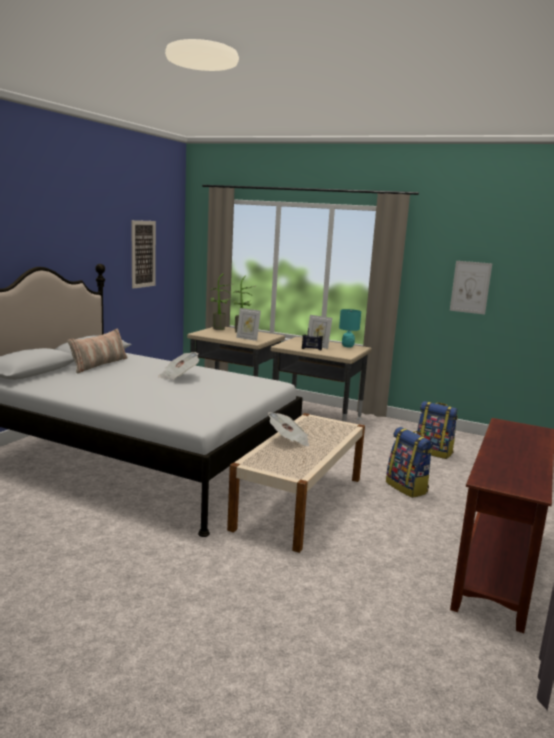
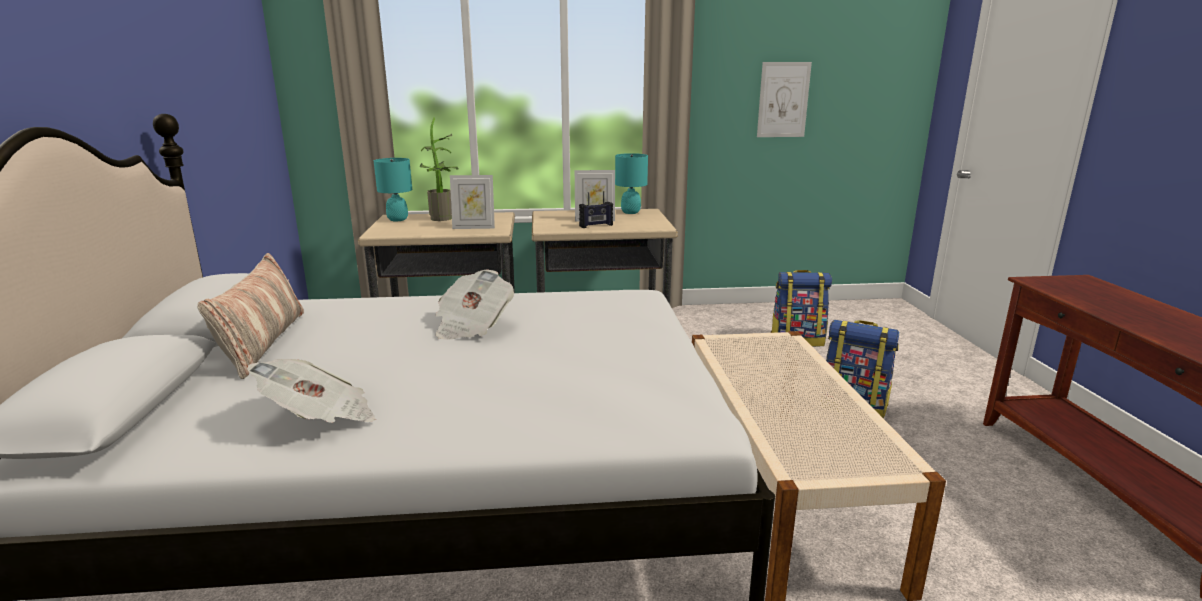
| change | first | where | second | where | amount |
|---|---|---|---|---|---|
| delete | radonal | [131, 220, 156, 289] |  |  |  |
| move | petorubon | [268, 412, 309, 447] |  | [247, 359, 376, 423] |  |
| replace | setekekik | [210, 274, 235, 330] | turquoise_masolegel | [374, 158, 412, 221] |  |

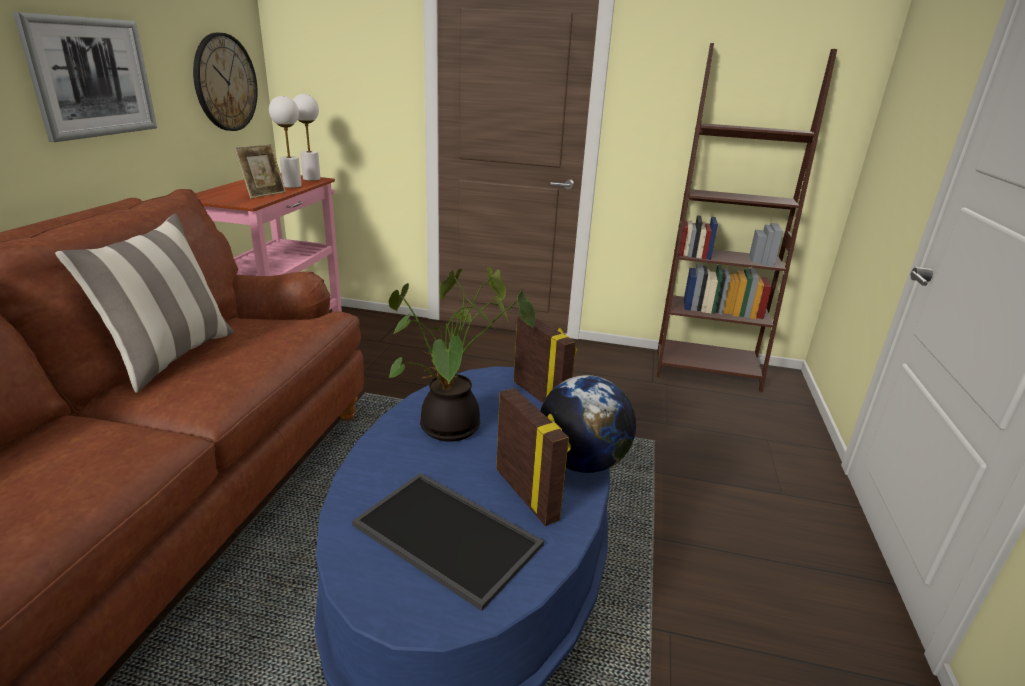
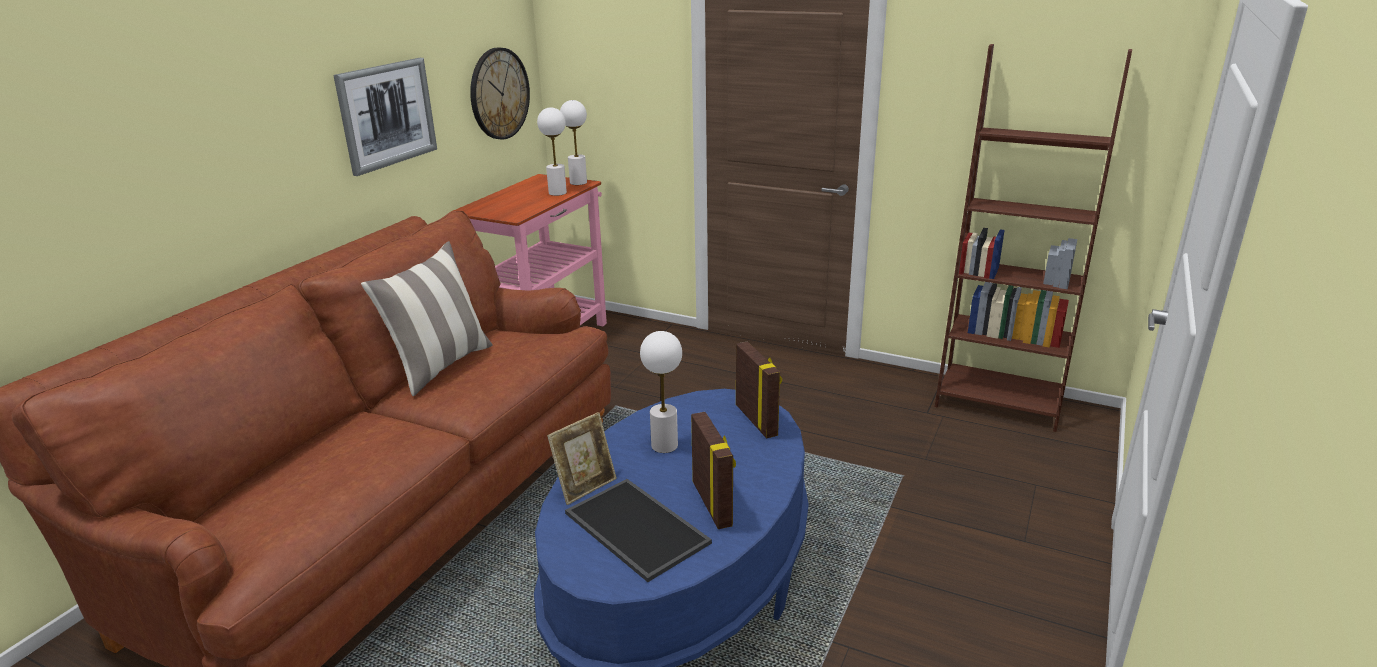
| change | first | where | second | where | amount |
|---|---|---|---|---|---|
| delete | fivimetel | [540, 375, 636, 473] |  |  |  |
| move | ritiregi | [234, 144, 286, 199] |  | [547, 412, 617, 505] |  |
| replace | setekekik | [388, 267, 536, 441] | white_masolegel | [640, 331, 682, 453] |  |

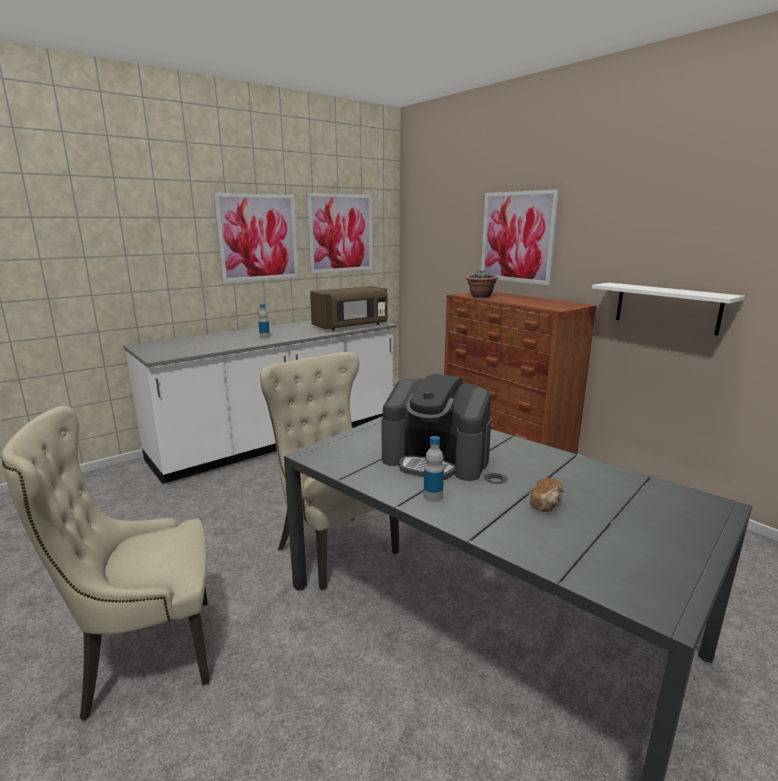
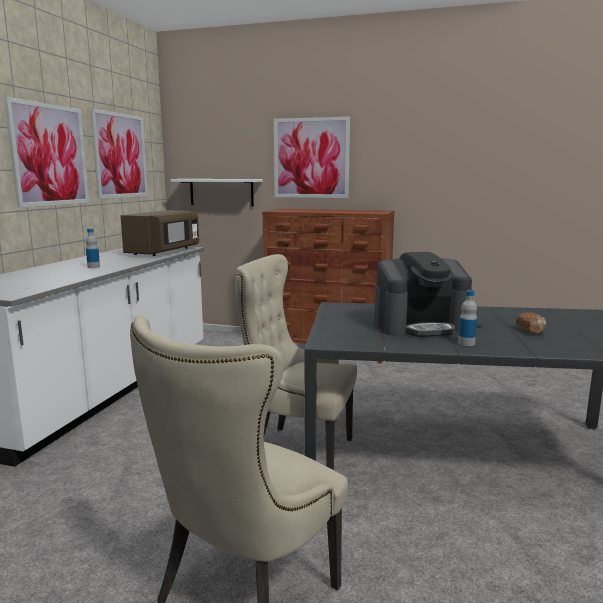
| change | first | where | second | where | amount |
|---|---|---|---|---|---|
| delete | setekekik | [466, 270, 498, 298] |  |  |  |
| move | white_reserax | [592, 283, 745, 336] |  | [171, 179, 262, 206] |  |

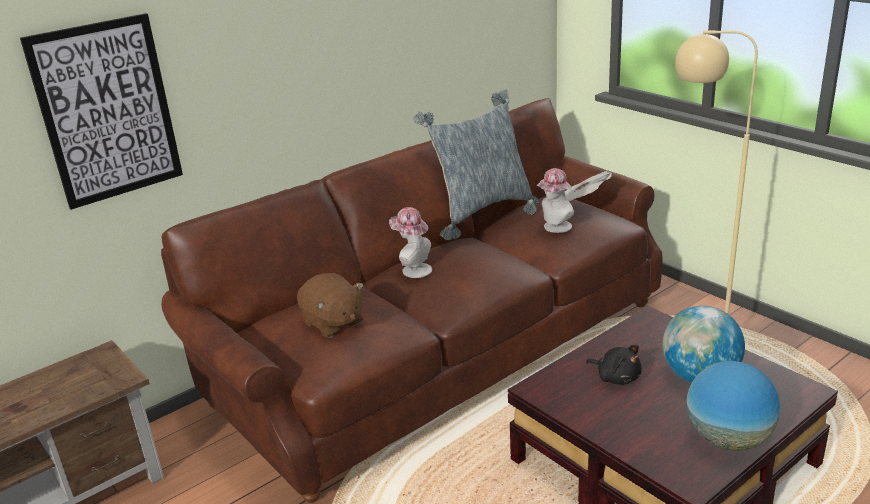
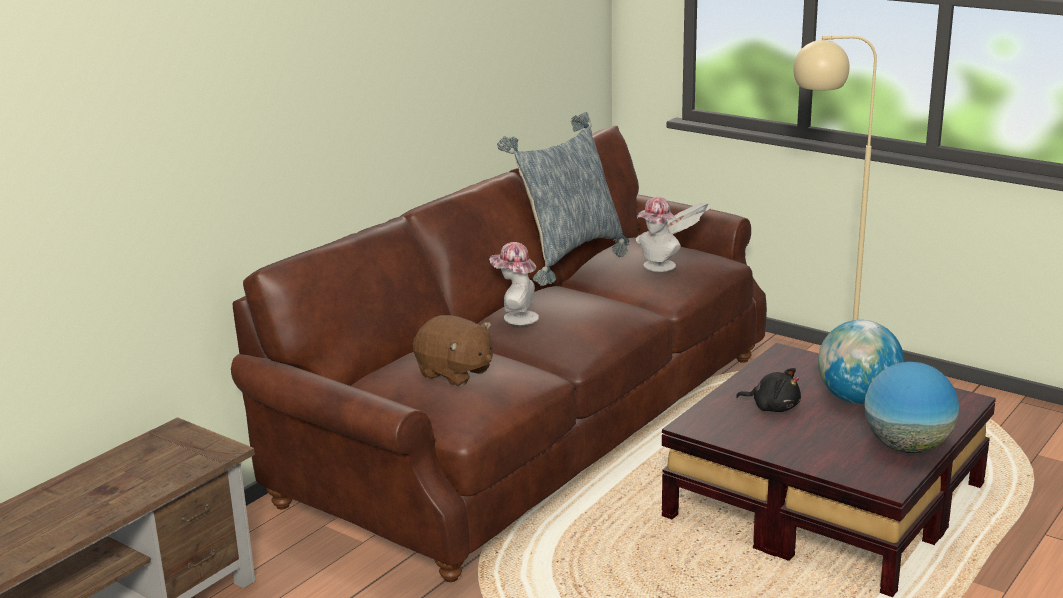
| change | first | where | second | where | amount |
|---|---|---|---|---|---|
| delete | radonal | [20, 13, 183, 210] |  |  |  |

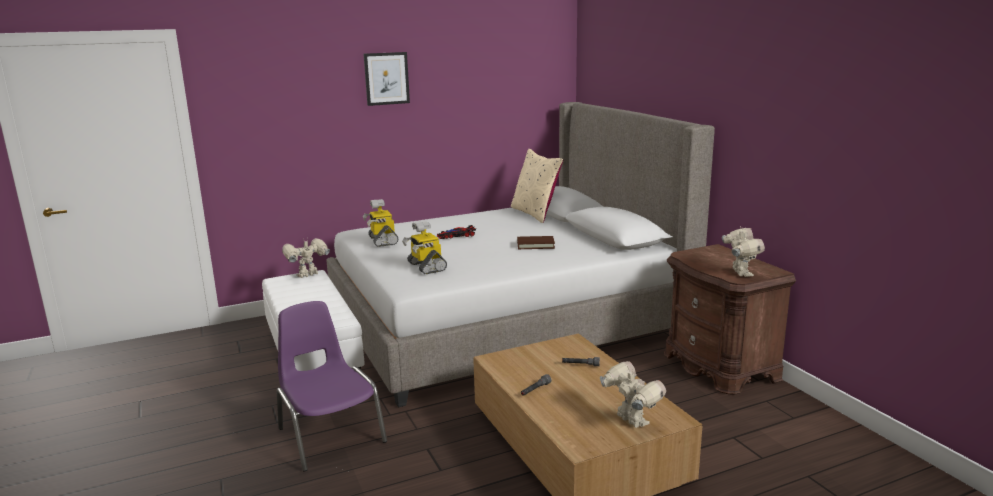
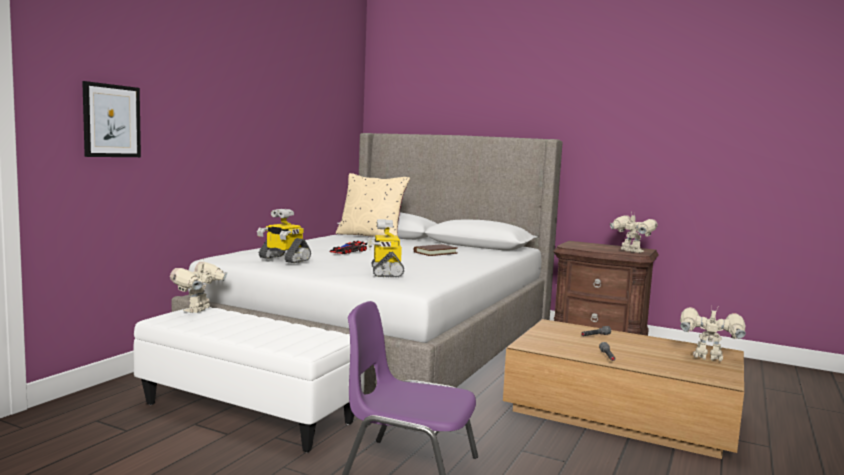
| change | first | where | second | where | amount |
|---|---|---|---|---|---|
| move | radonal | [363, 52, 410, 106] |  | [82, 81, 141, 157] |  |
| rotate | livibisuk | [402, 221, 447, 274] |  | [367, 219, 404, 277] | 60 degrees clockwise |

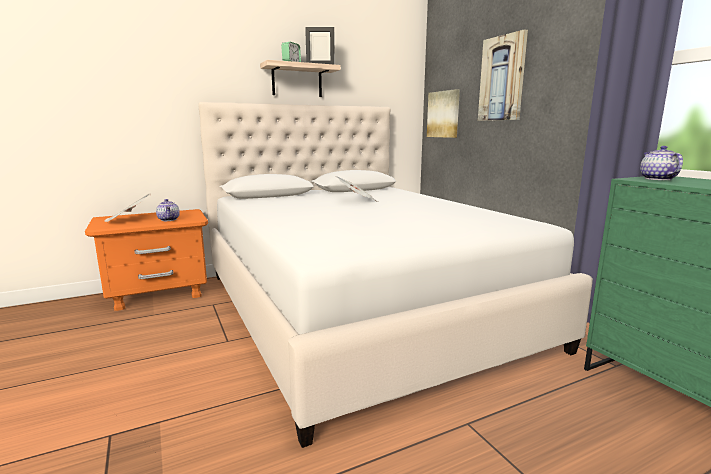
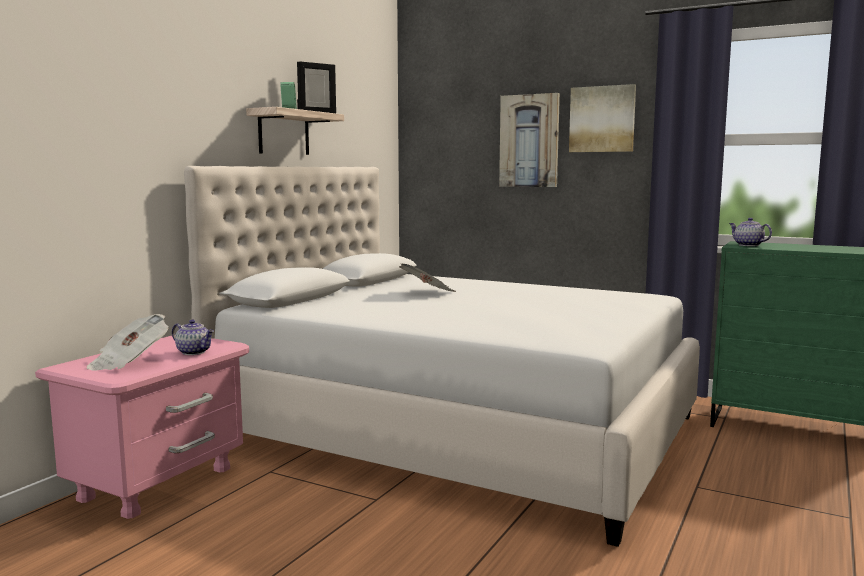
| change | first | where | second | where | amount |
|---|---|---|---|---|---|
| move | radonal | [427, 89, 460, 138] |  | [569, 84, 636, 152] |  |
| recolor | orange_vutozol | [85, 209, 208, 311] | pink_vutozol | [35, 336, 249, 519] |  |

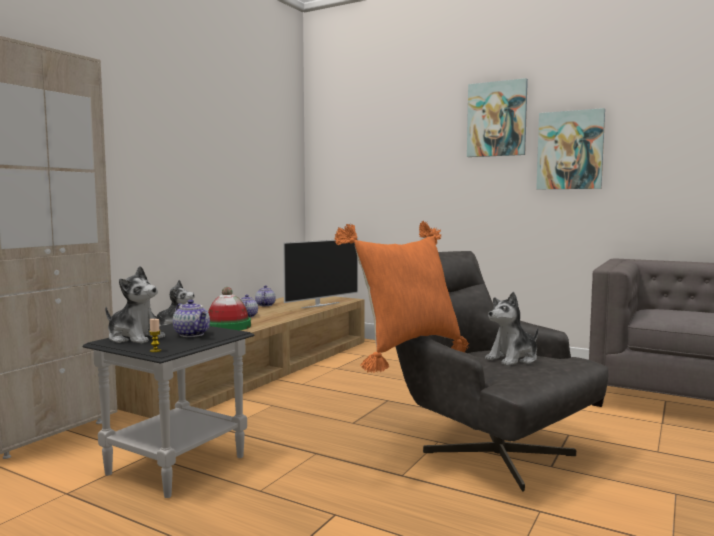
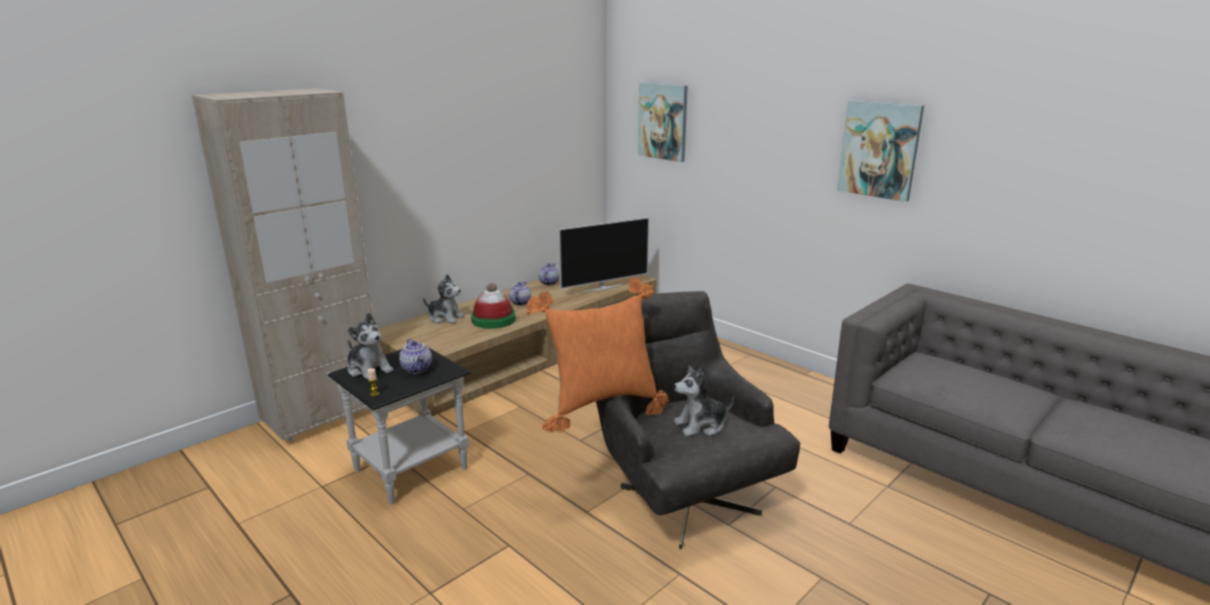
| change | first | where | second | where | amount |
|---|---|---|---|---|---|
| move | radonal | [467, 78, 528, 157] |  | [638, 83, 688, 162] |  |

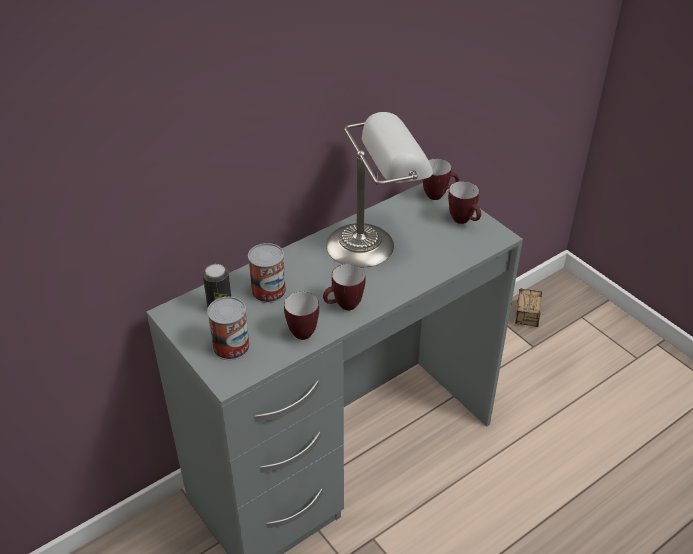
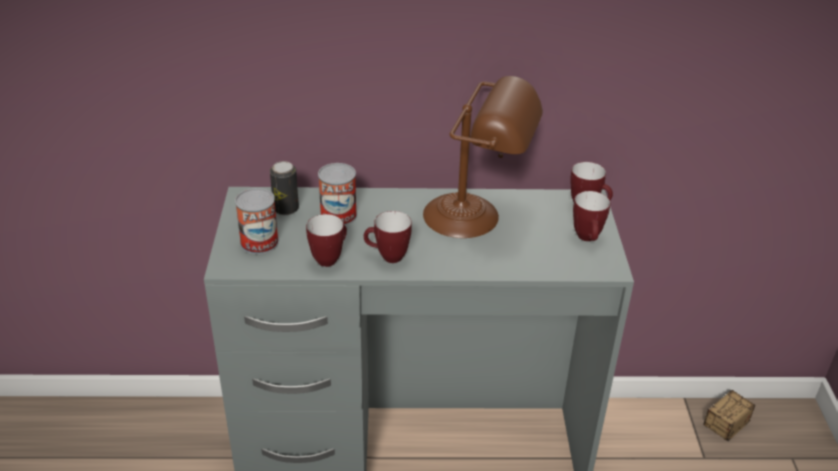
| change | first | where | second | where | amount |
|---|---|---|---|---|---|
| recolor | white_masolegel | [326, 112, 433, 268] | brown_masolegel | [423, 76, 543, 238] |  |

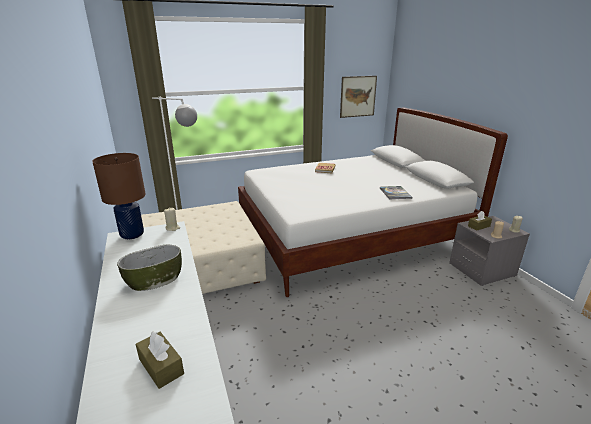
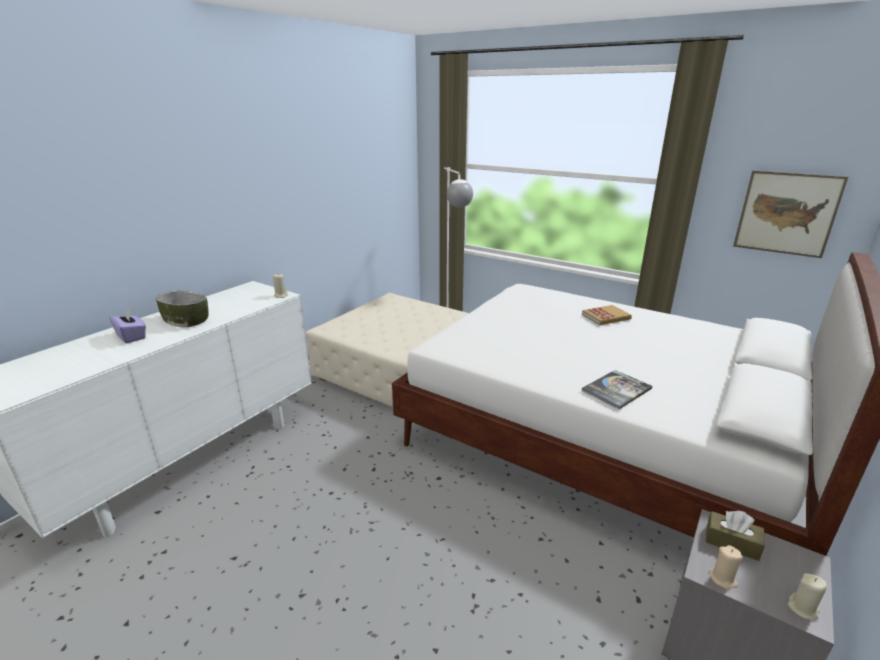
| change | first | where | second | where | amount |
|---|---|---|---|---|---|
| delete | brown_masolegel | [92, 153, 146, 239] |  |  |  |
| delete | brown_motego | [136, 332, 184, 389] |  |  |  |
| insert |  |  | purple_motego | [109, 309, 146, 343] |  |

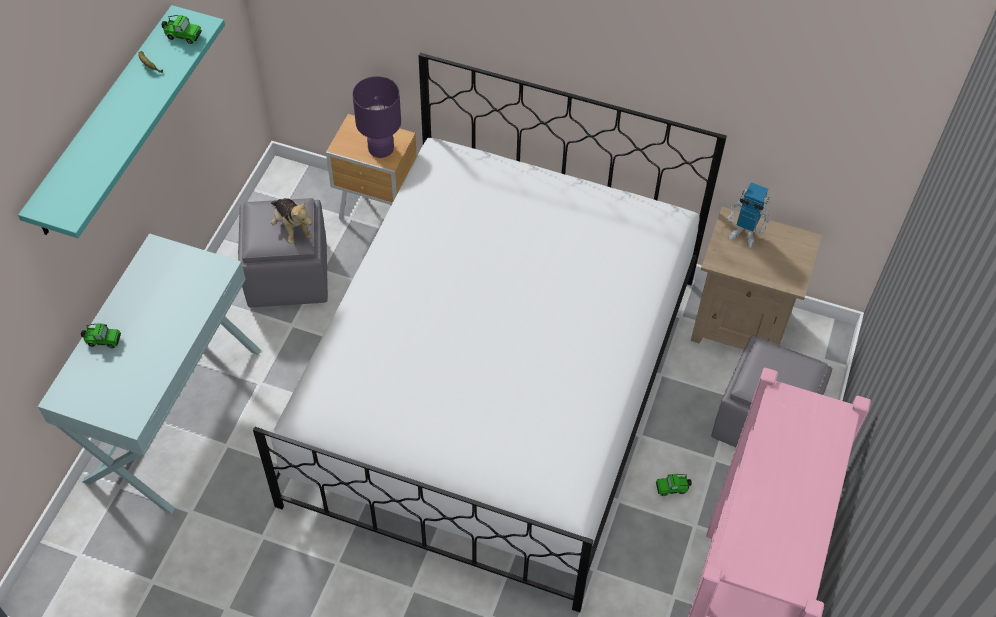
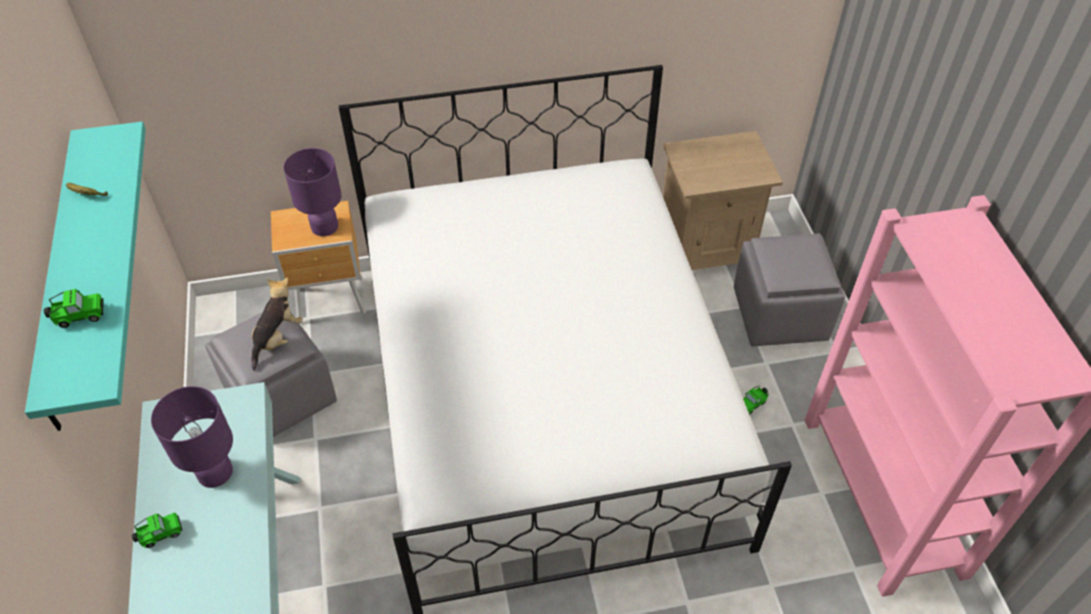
| change | first | where | second | where | amount |
|---|---|---|---|---|---|
| delete | livibisuk | [728, 182, 770, 248] |  |  |  |
| insert |  |  | purple_masolegel | [151, 386, 233, 488] |  |
| move | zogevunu | [162, 15, 202, 44] |  | [44, 289, 103, 328] |  |
| rotate | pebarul | [271, 198, 312, 244] |  | [251, 277, 303, 371] | 90 degrees counterclockwise |

